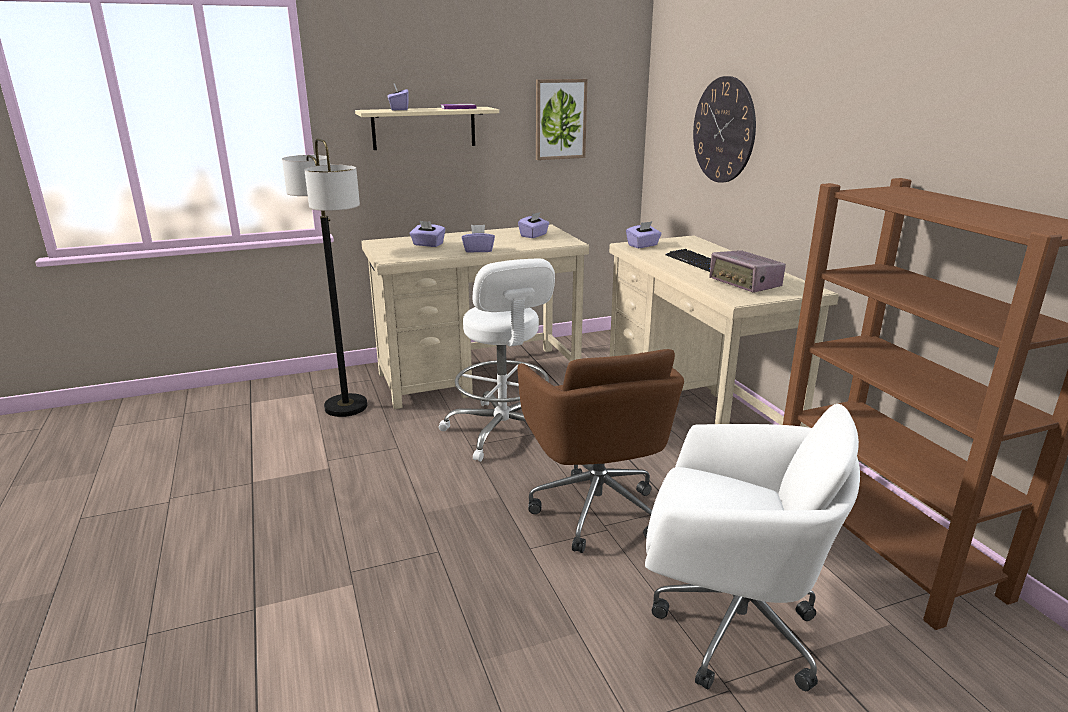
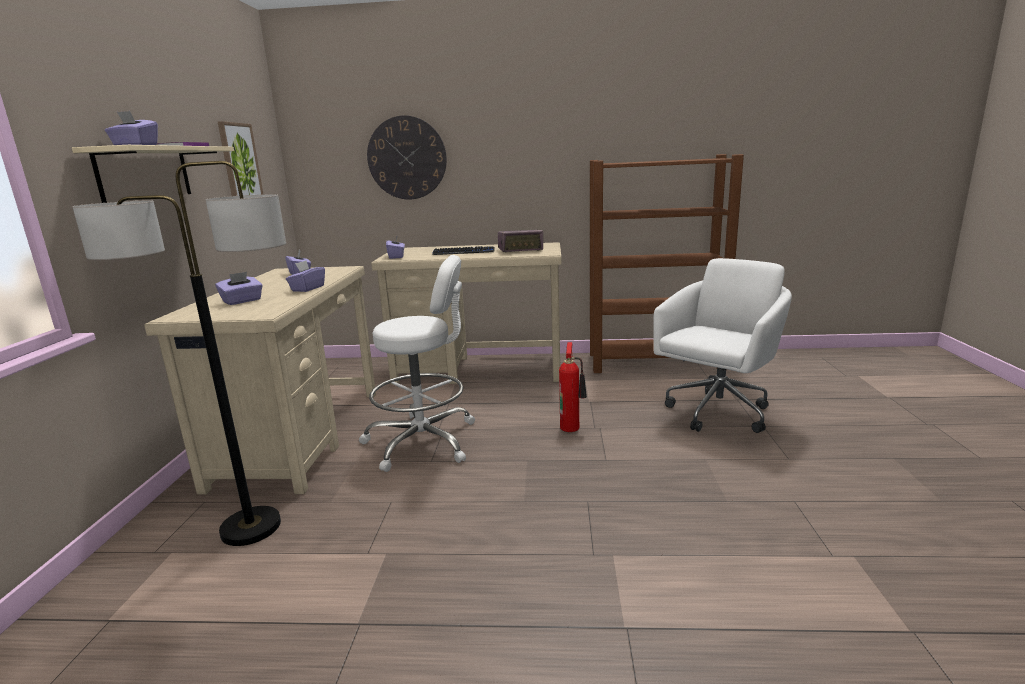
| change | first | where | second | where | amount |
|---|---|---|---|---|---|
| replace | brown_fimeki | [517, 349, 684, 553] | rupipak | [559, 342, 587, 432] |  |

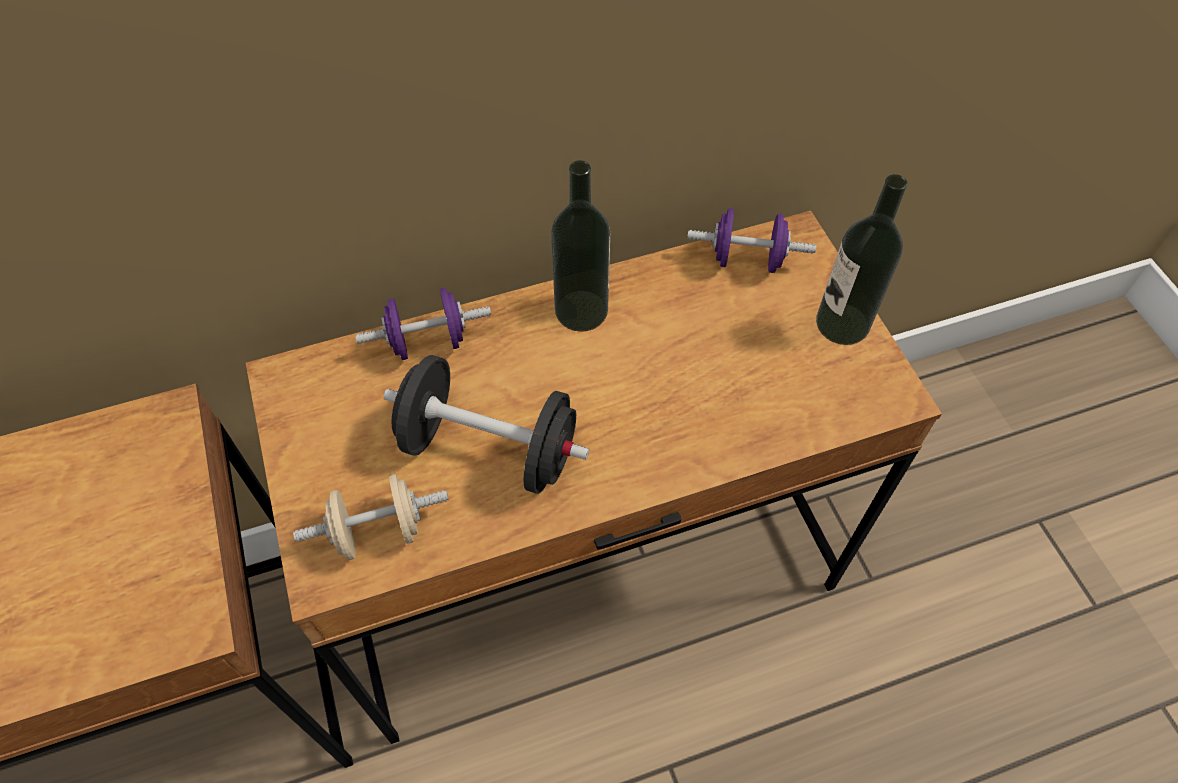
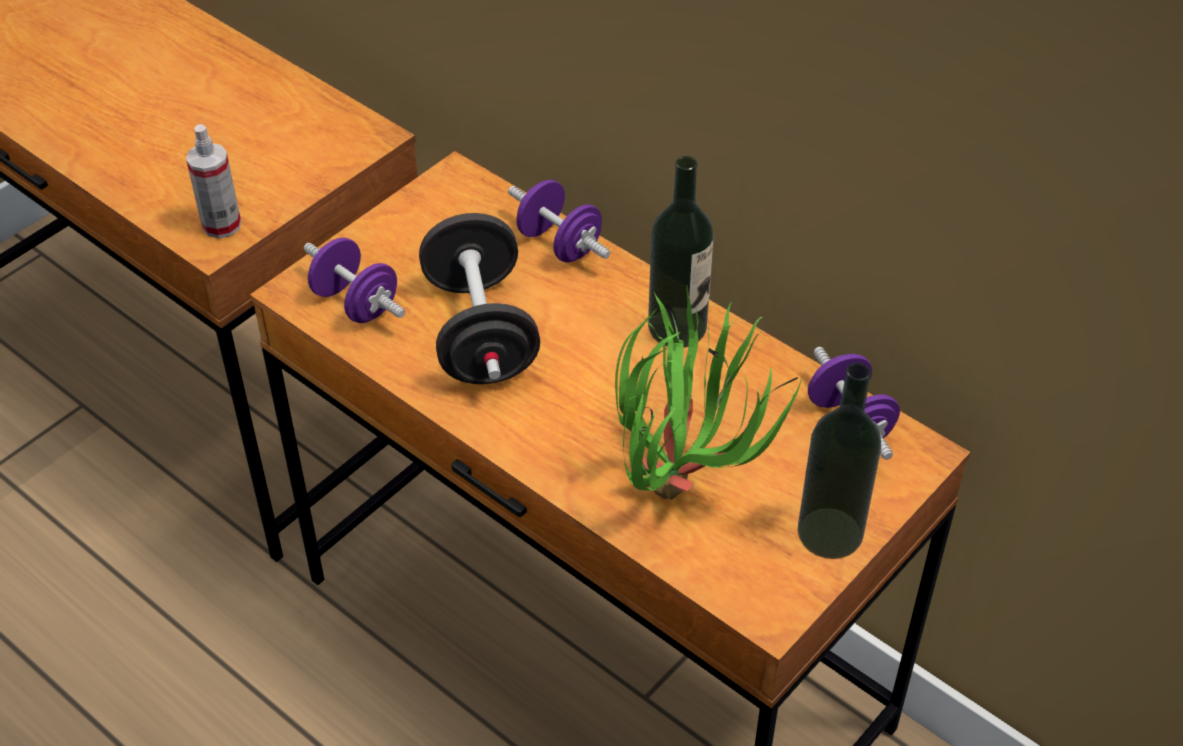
| change | first | where | second | where | amount |
|---|---|---|---|---|---|
| insert |  |  | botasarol | [186, 124, 241, 239] |  |
| insert |  |  | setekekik | [615, 286, 802, 500] |  |
| recolor | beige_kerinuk | [293, 474, 449, 560] | purple_kerinuk | [304, 238, 405, 323] |  |

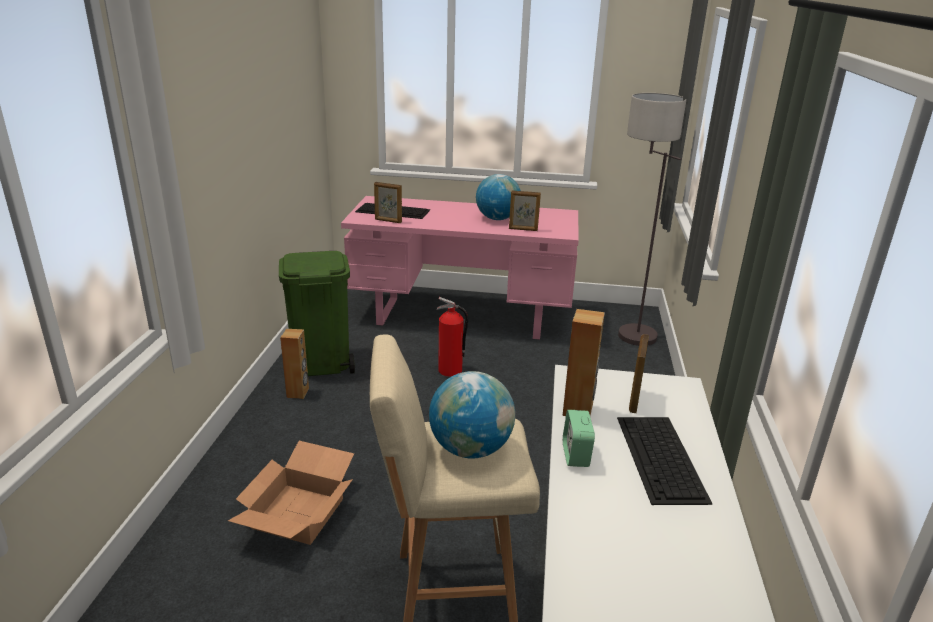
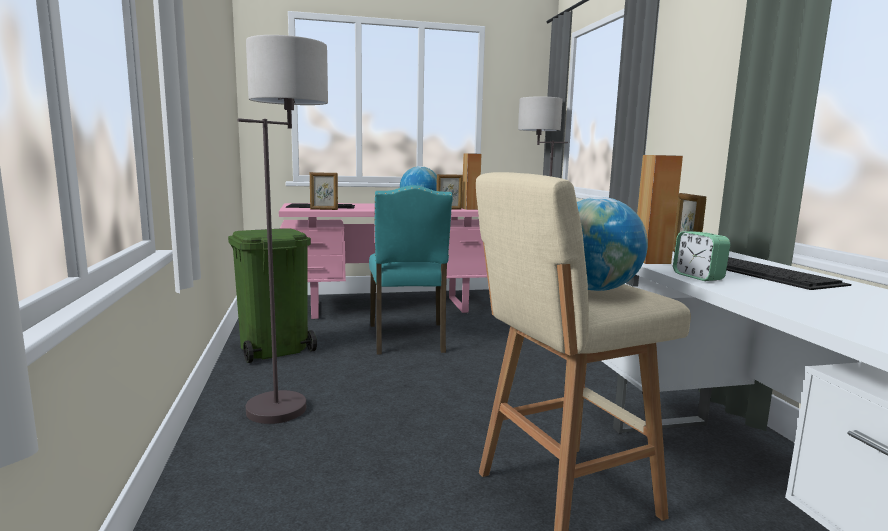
| change | first | where | second | where | amount |
|---|---|---|---|---|---|
| delete | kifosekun | [228, 441, 354, 545] |  |  |  |
| insert |  |  | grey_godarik | [237, 35, 328, 424] |  |
| move | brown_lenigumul | [280, 329, 309, 399] |  | [462, 153, 482, 210] |  |
| replace | rupipak | [436, 297, 468, 377] | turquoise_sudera | [369, 185, 453, 354] |  |

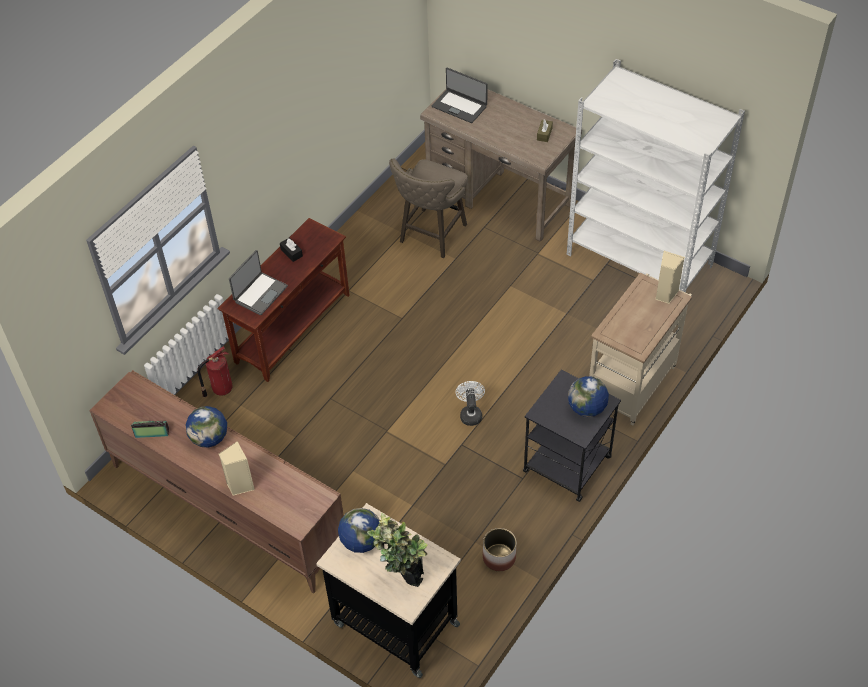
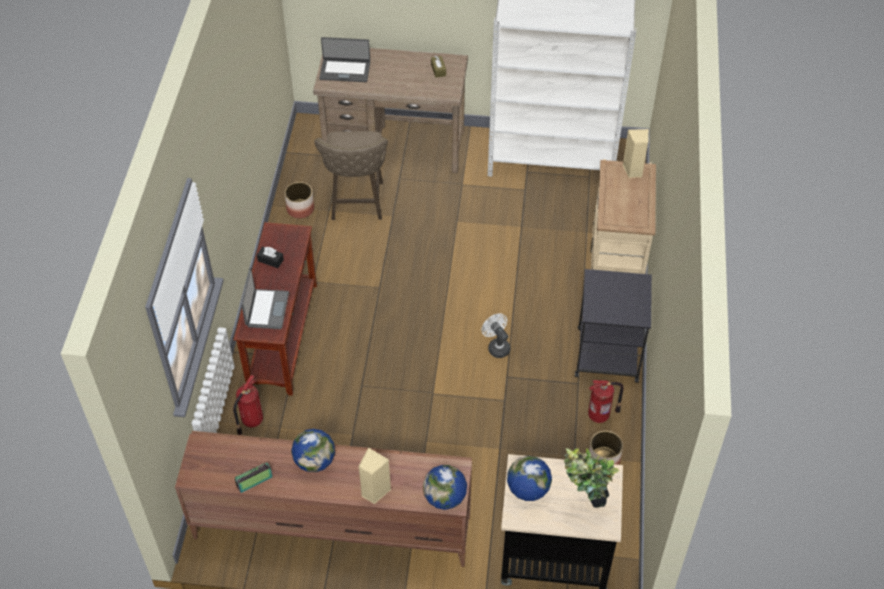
| change | first | where | second | where | amount |
|---|---|---|---|---|---|
| insert |  |  | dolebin | [284, 182, 314, 219] |  |
| insert |  |  | rupipak | [588, 380, 624, 423] |  |
| move | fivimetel | [568, 376, 609, 417] |  | [423, 465, 467, 510] |  |

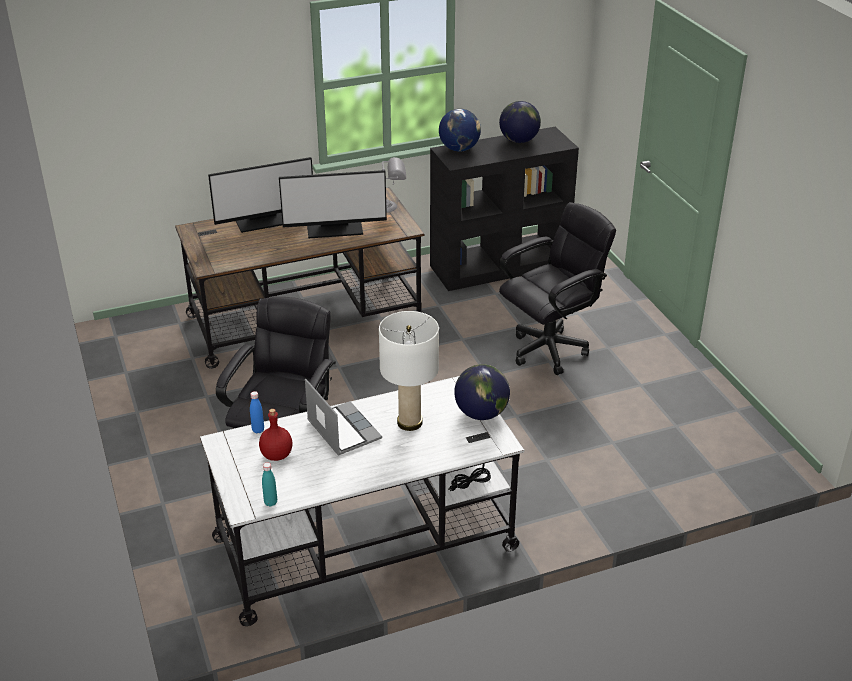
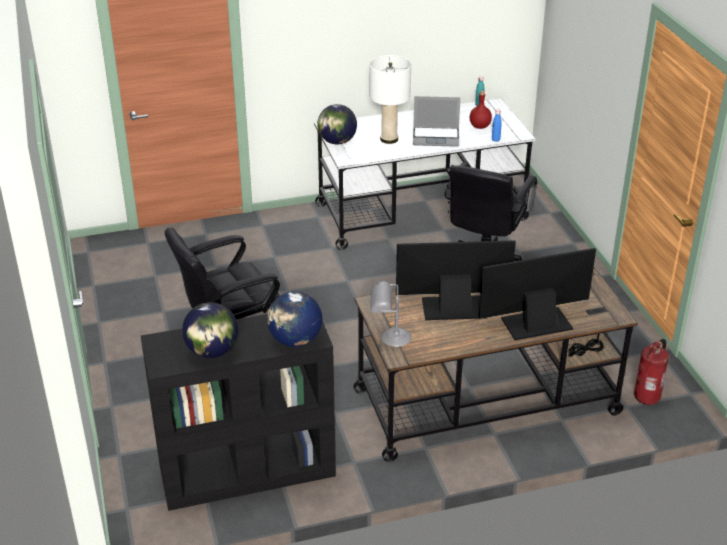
| change | first | where | second | where | amount |
|---|---|---|---|---|---|
| insert |  |  | rupipak | [634, 339, 669, 405] |  |
| rotate | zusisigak | [305, 379, 382, 456] |  | [413, 96, 461, 147] | 60 degrees counterclockwise |

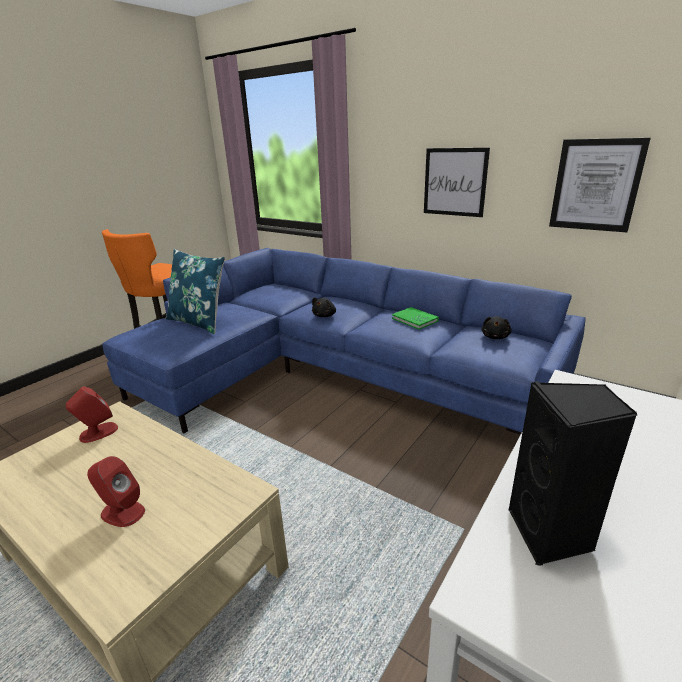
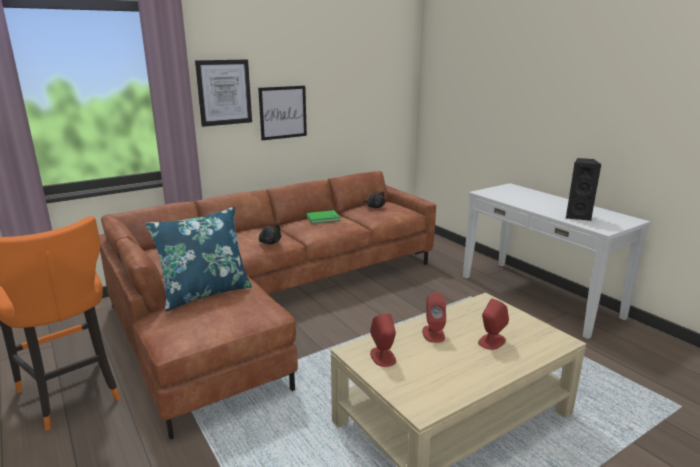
| change | first | where | second | where | amount |
|---|---|---|---|---|---|
| insert |  |  | red_lenigumul | [422, 292, 446, 343] |  |
| move | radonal | [549, 138, 651, 232] |  | [195, 59, 252, 127] |  |
| recolor | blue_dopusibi | [102, 248, 586, 435] | brown_dopusibi | [99, 171, 436, 440] |  |

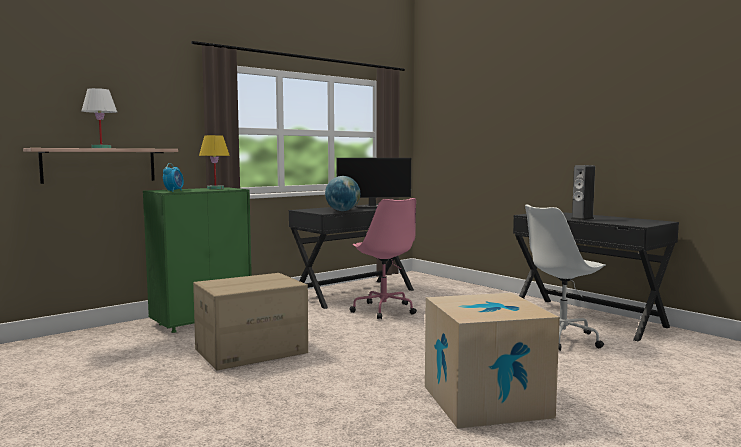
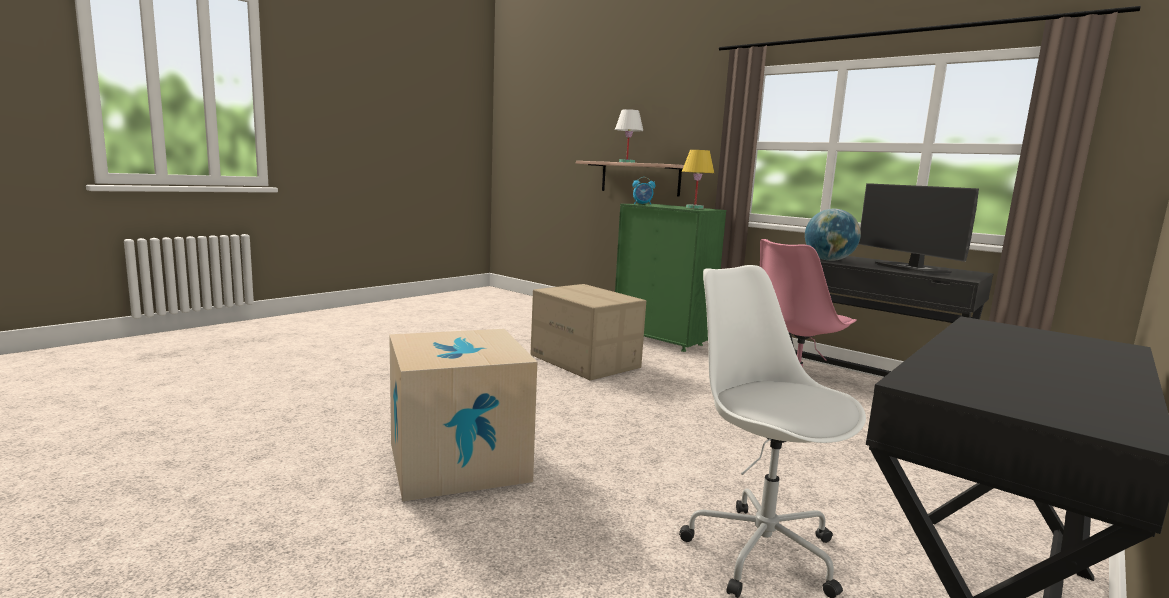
| change | first | where | second | where | amount |
|---|---|---|---|---|---|
| delete | lenigumul | [571, 165, 595, 221] |  |  |  |

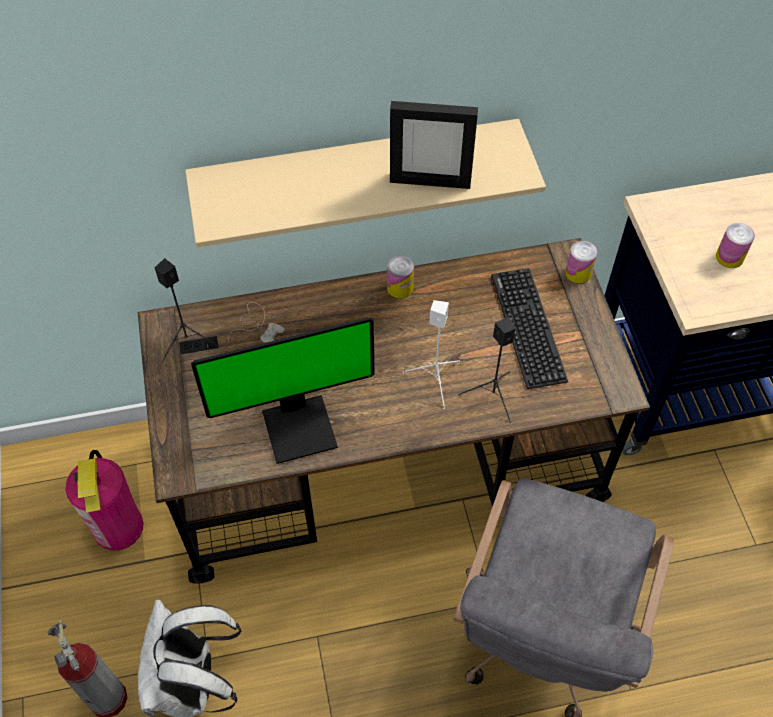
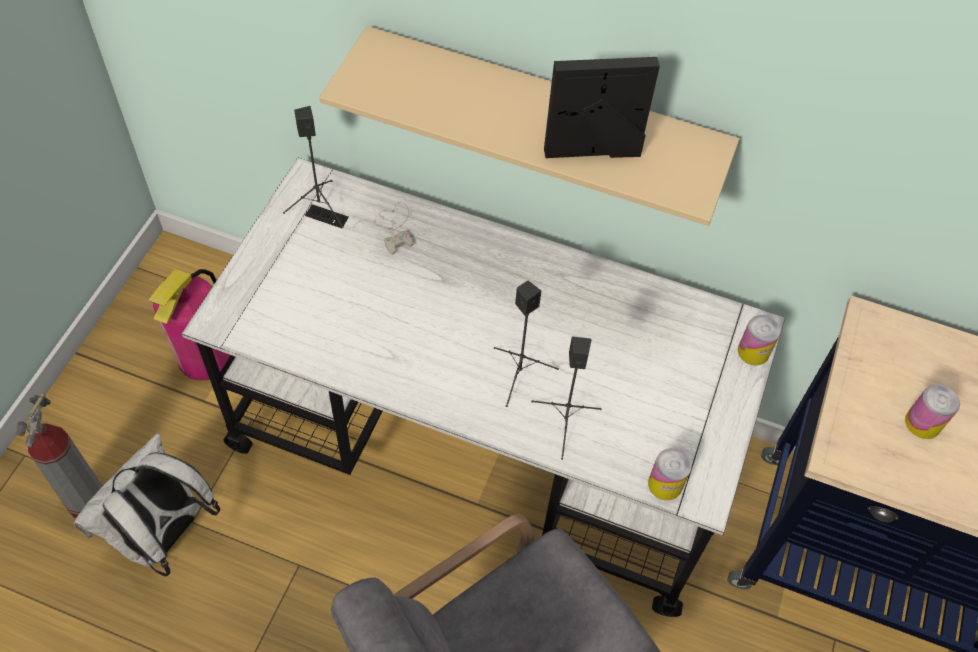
| change | first | where | second | where | amount |
|---|---|---|---|---|---|
| delete | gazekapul | [191, 317, 375, 464] |  |  |  |
| delete | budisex | [491, 268, 568, 389] |  |  |  |
| move | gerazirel | [387, 256, 414, 299] |  | [648, 448, 692, 500] |  |
| recolor | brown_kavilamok | [138, 238, 650, 584] | white_kavilamok | [182, 158, 785, 617] |  |
| recolor | white_lenigumul | [403, 300, 460, 409] | black_lenigumul | [494, 280, 559, 407] |  |
| rotate | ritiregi | [390, 101, 478, 189] |  | [544, 57, 660, 158] | 135 degrees clockwise |

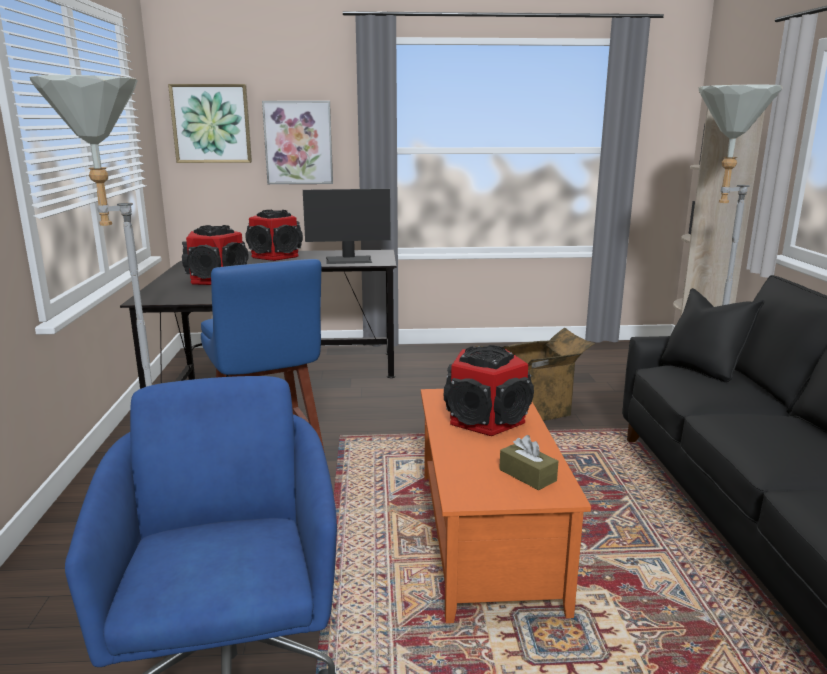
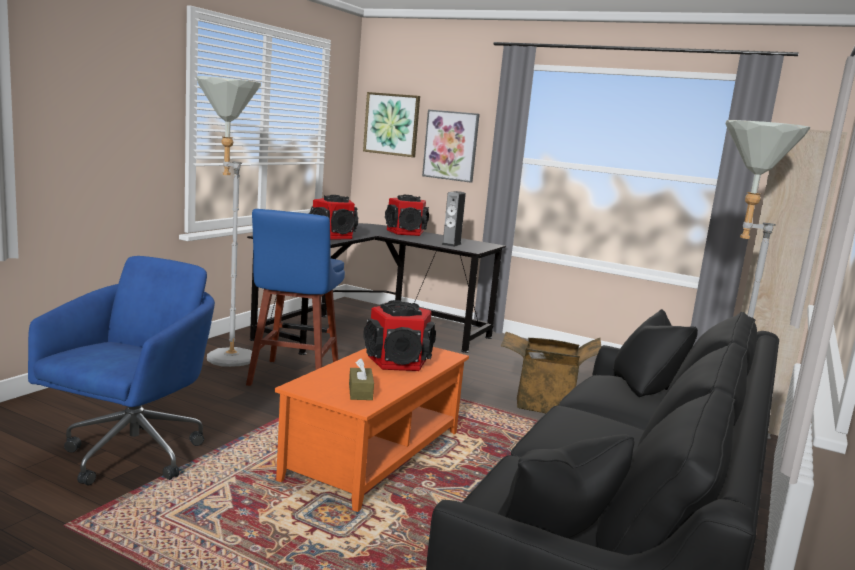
| change | first | where | second | where | amount |
|---|---|---|---|---|---|
| replace | gazekapul | [303, 189, 391, 264] | lenigumul | [441, 191, 466, 247] |  |

